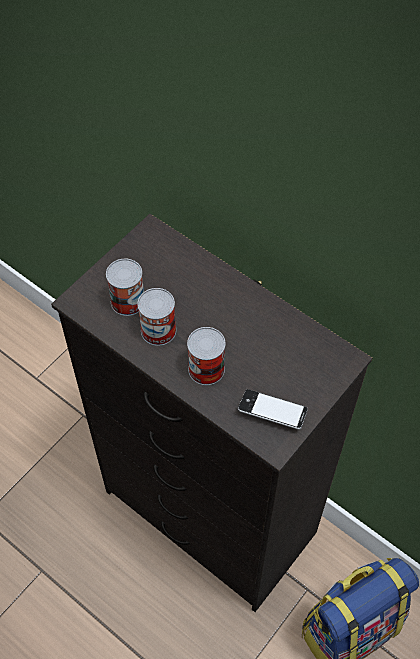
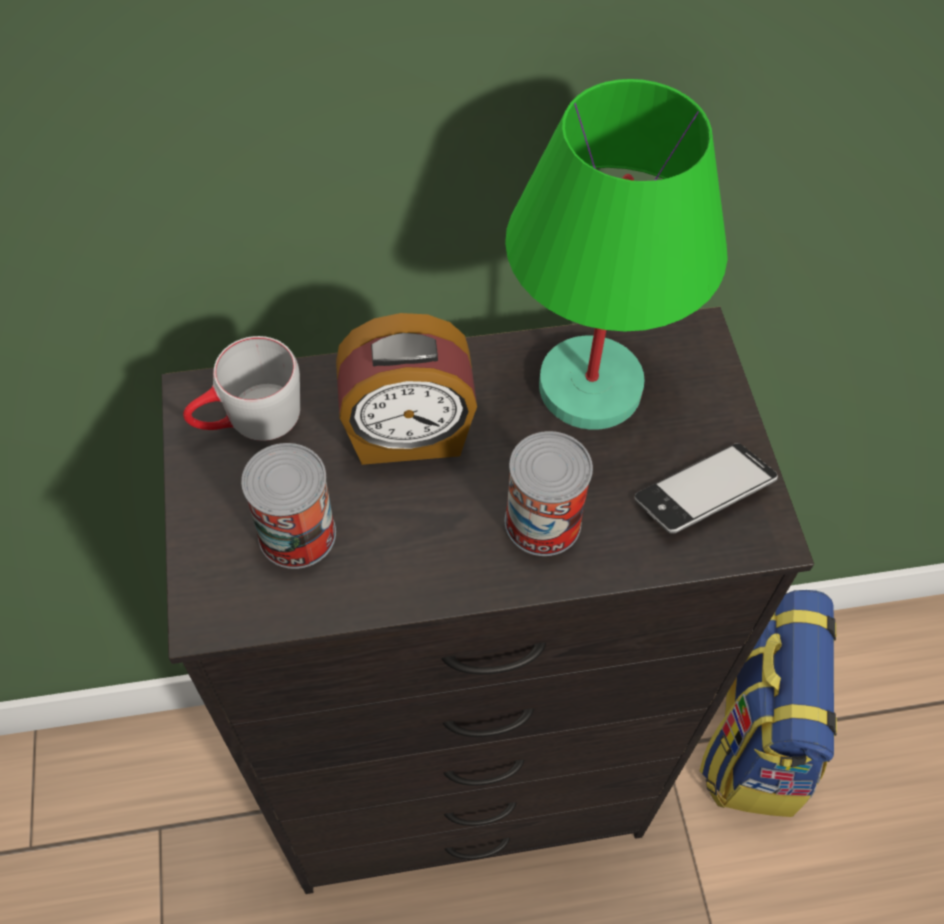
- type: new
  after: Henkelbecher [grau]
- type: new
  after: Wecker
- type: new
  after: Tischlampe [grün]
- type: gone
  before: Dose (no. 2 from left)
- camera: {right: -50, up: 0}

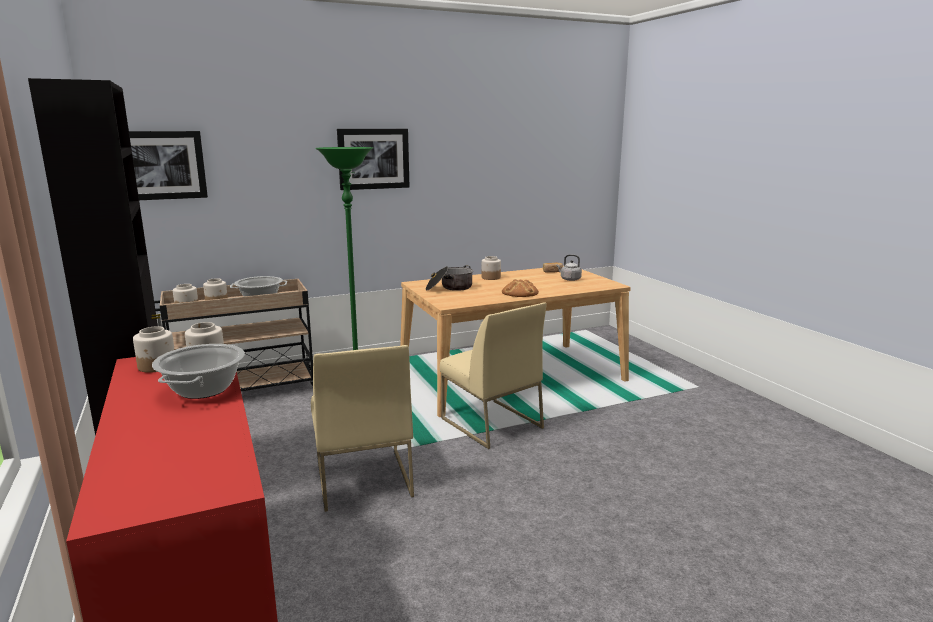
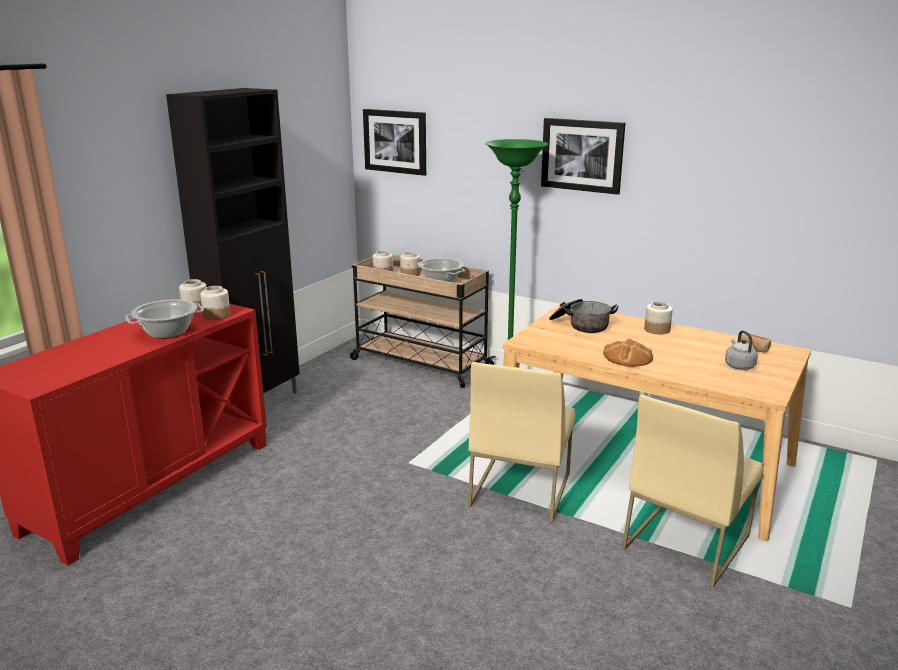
- type: shifted
  before: Stuhl [beige] (no. 1 from left in the first image)
  after: Stuhl [beige] (no. 2 from left)
- camera: {right: 55, up: 5}

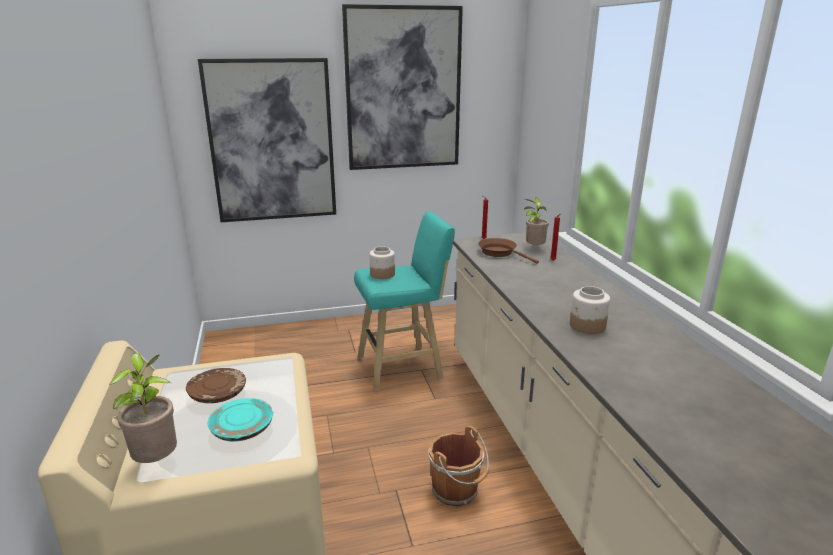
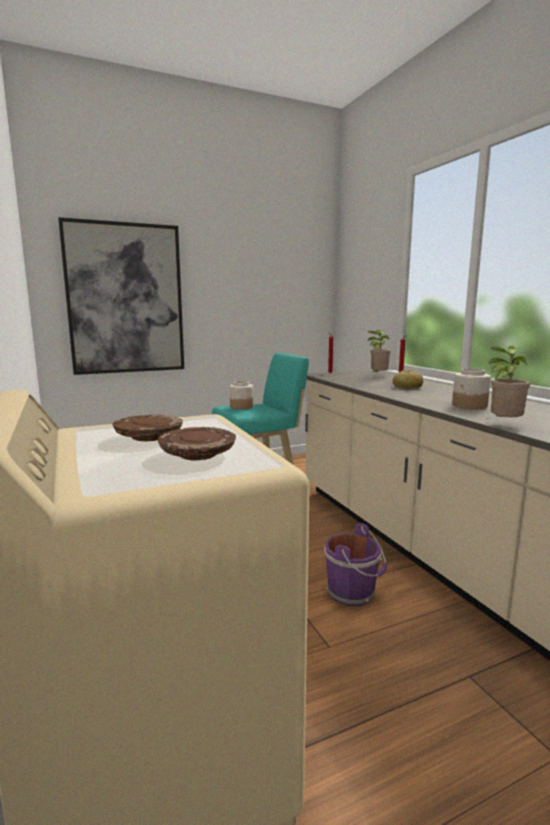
- type: repainted
  before: Teller [türkis]
  after: Teller [braun] (no. 2 from left)
- type: repainted
  before: Eimer [braun]
  after: Eimer [lila]
- type: new
  after: Brot
- type: shifted
  before: Topfpflanze (no. 1 from left in the first image)
  after: Topfpflanze (no. 2 from left)
- type: gone
  before: Bild (no. 2 from left)
- type: gone
  before: Pfanne [braun]
- camera: {right: -10, up: -10}

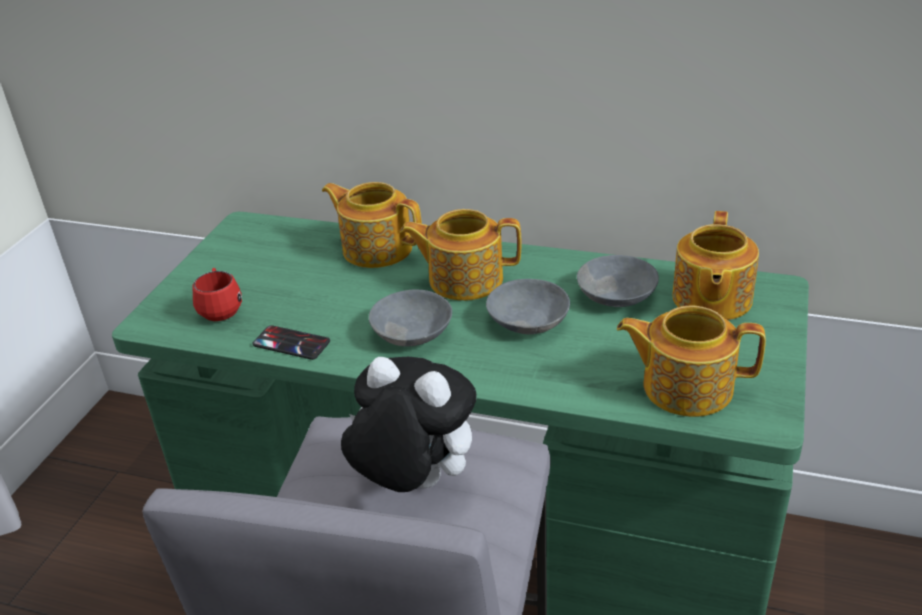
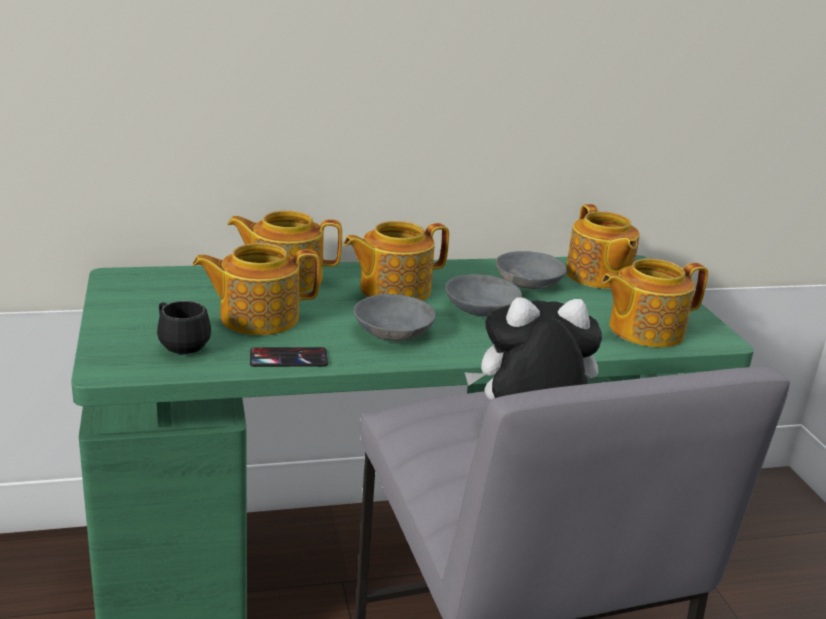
- type: repainted
  before: Henkelbecher [rot]
  after: Henkelbecher [schwarz]
- type: new
  after: Teekanne (no. 1 from left)
- camera: {right: -35, up: -10}

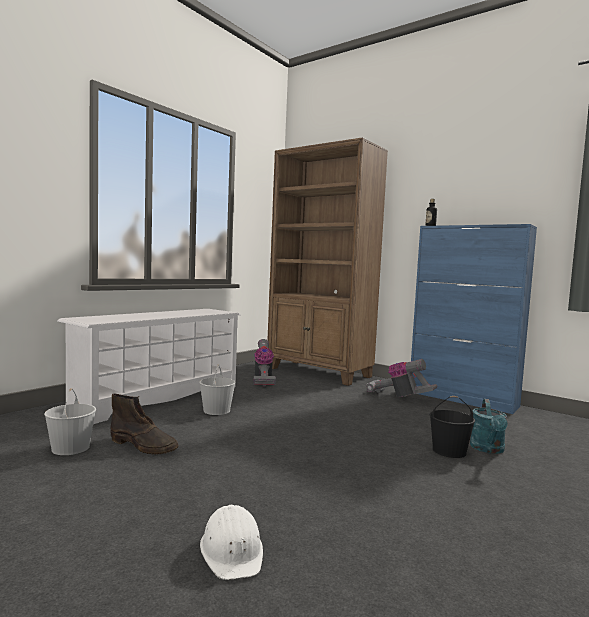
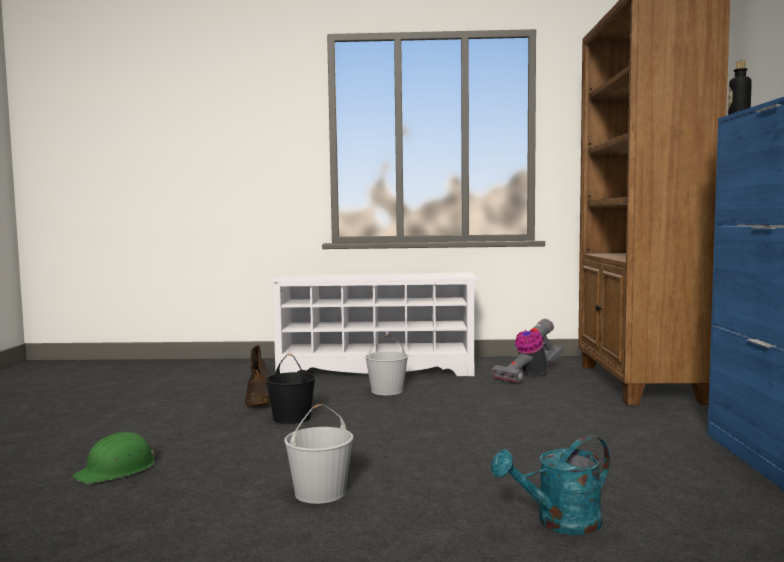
- type: repainted
  before: Schutzhelm [weiß]
  after: Schutzhelm [grün]
- type: shifted
  before: Eimer [schwarz]
- type: shifted
  before: Eimer [weiß] (no. 1 from left)
- type: gone
  before: Staubsauger (no. 2 from left)
- camera: {right: 55, up: 0}

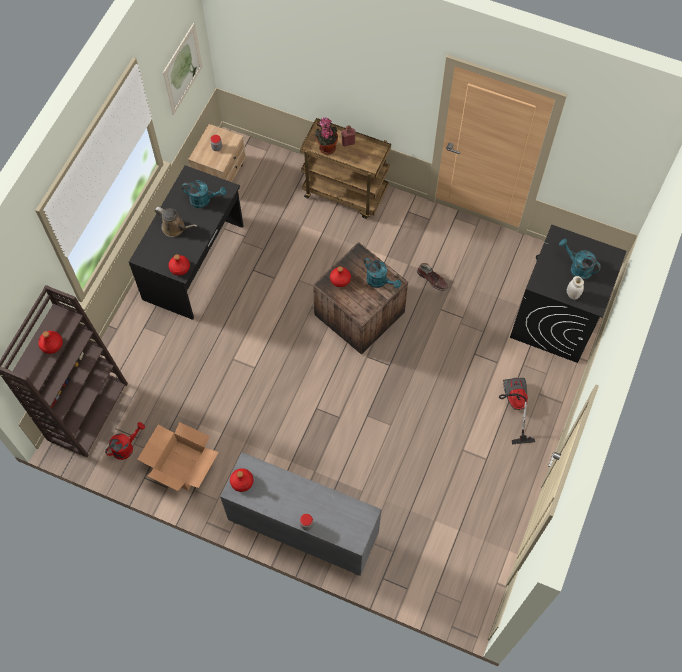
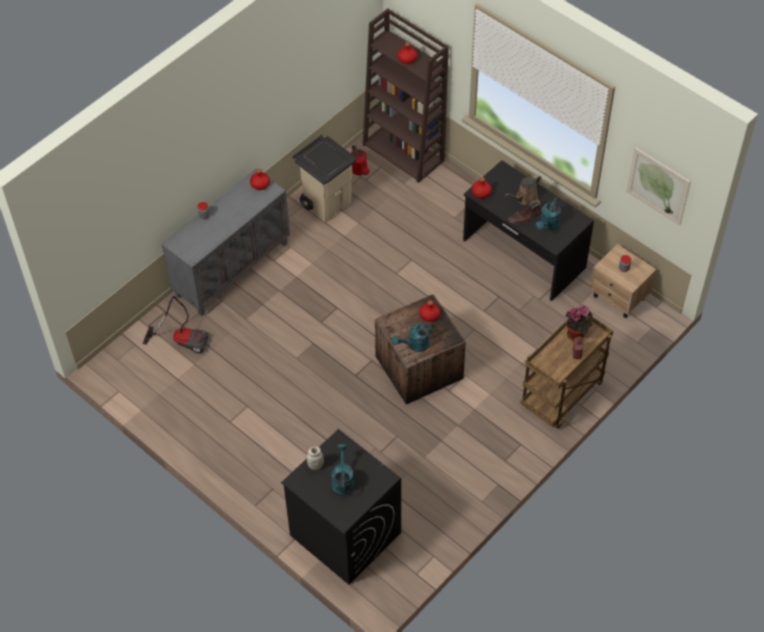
- type: shifted
  before: Staubsauger
- type: swapped
  before: Karton
  after: Mülleimer [beige]
- type: rotated
  before: Gießkanne [türkis] (no. 3 from left in the first image)
  turn: -60
- type: shifted
  before: Stiefel [braun]
- camera: {right: 110, up: -10}

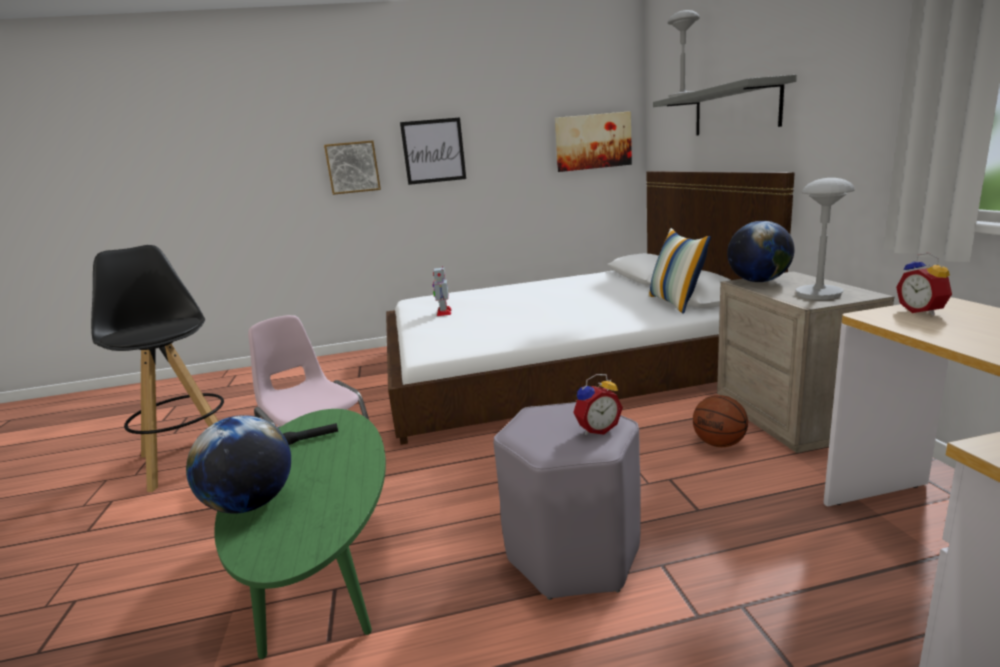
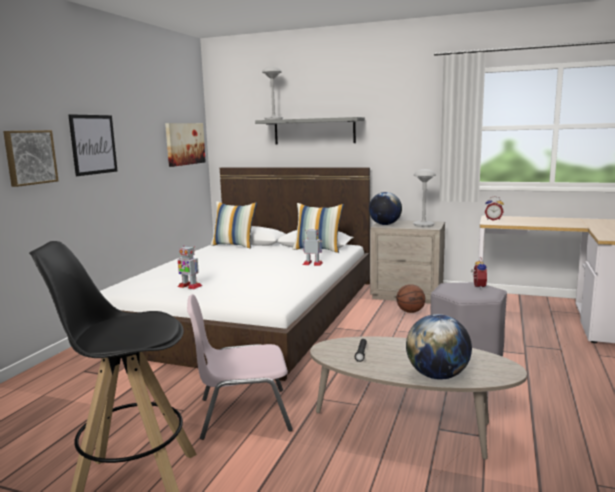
- type: new
  after: Kissen (no. 1 from left)
- type: new
  after: Spielzeugroboter (no. 2 from left)
- type: repainted
  before: Couchtisch [grün]
  after: Couchtisch [beige]
- camera: {right: -60, up: -5}

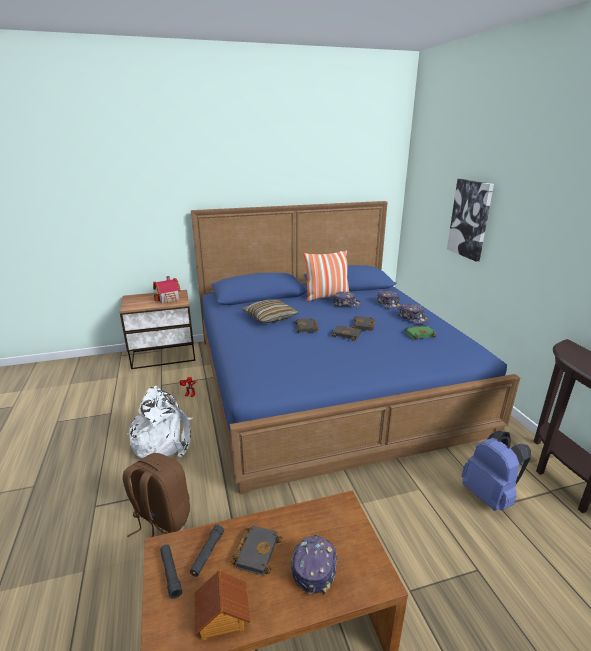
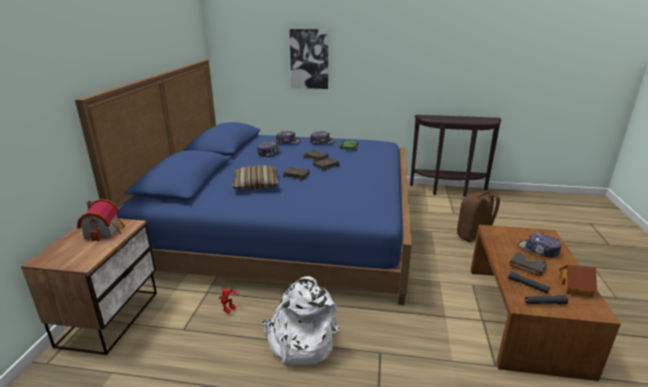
- type: shifted
  before: Rucksack [braun]
- type: gone
  before: Kissen (no. 2 from left)
- type: gone
  before: Rucksack [blau]
- camera: {right: -65, up: 0}

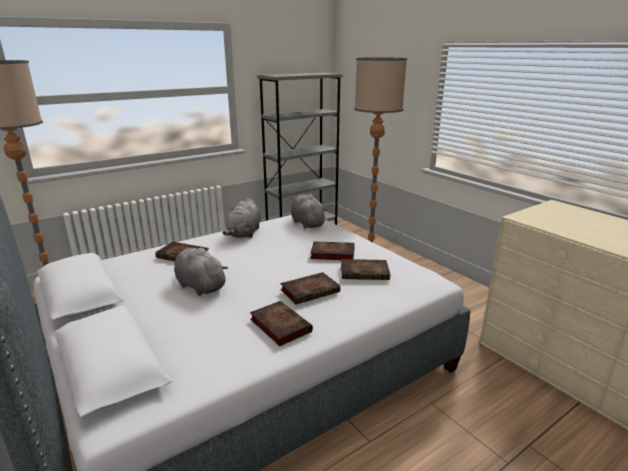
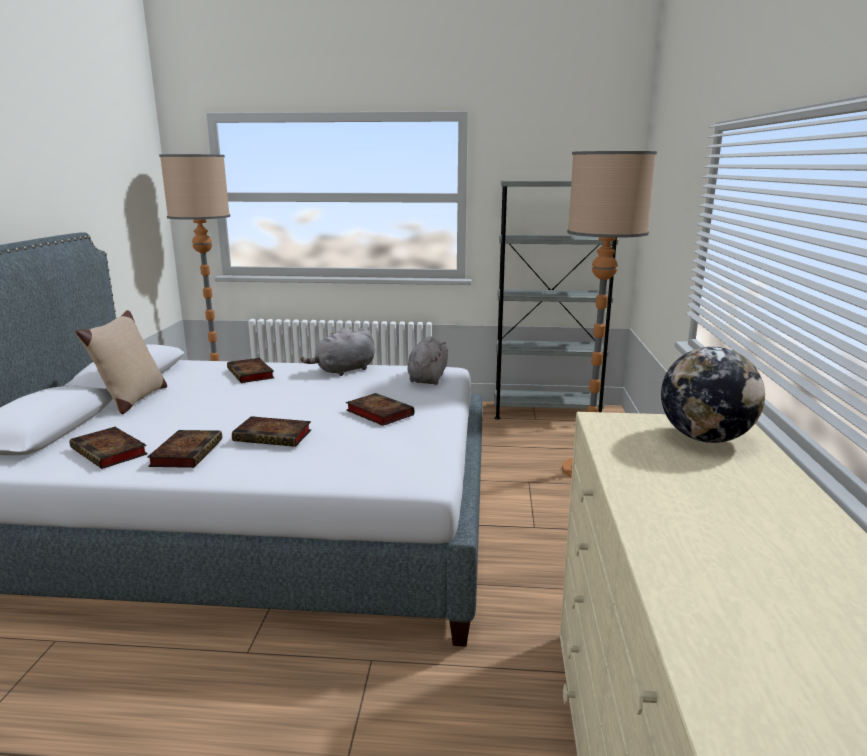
- type: shifted
  before: Buch (no. 5 from left in the first image)
  after: Buch (no. 1 from left)
- type: new
  after: Kissen [beige]
- type: new
  after: Globus
- type: gone
  before: Plüschtier [grau] (no. 1 from left)
- camera: {right: 40, up: -5}

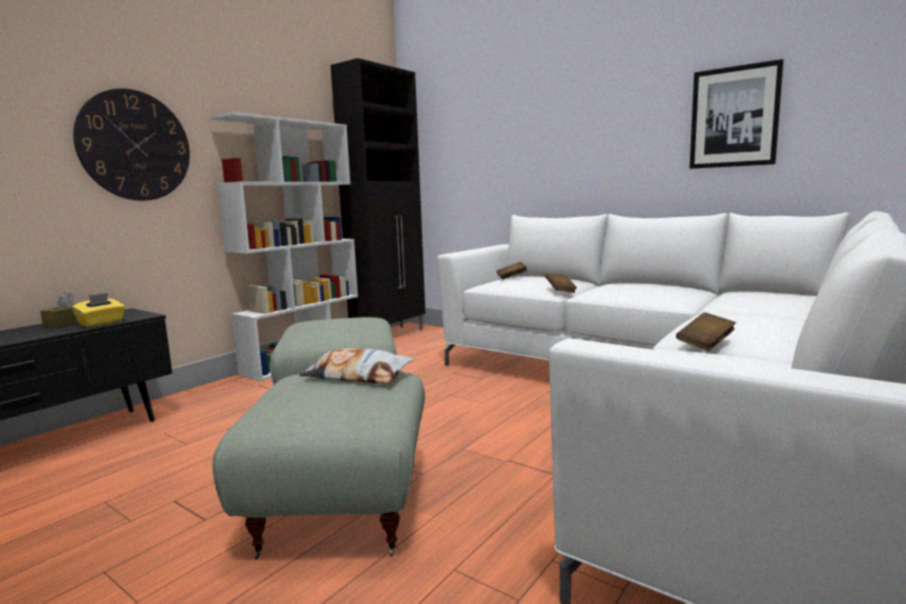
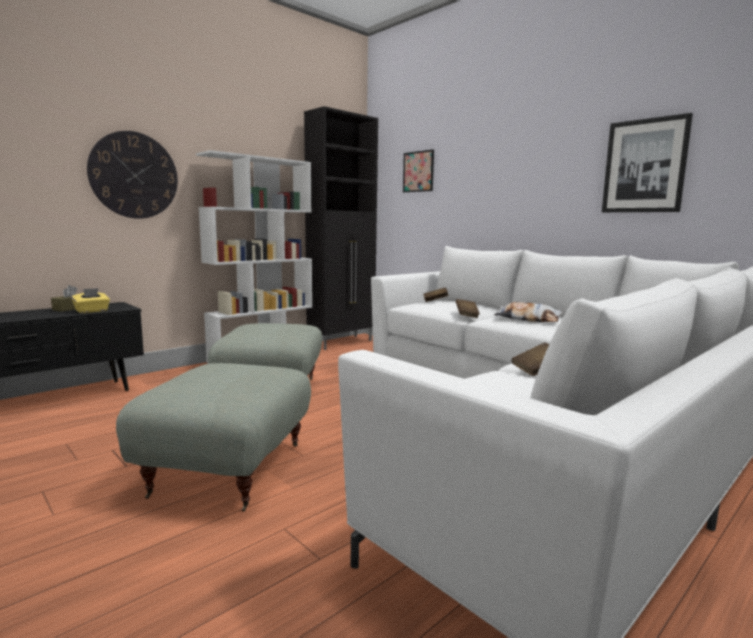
- type: new
  after: Bild (no. 1 from left)
- type: shifted
  before: Kissen
- camera: {right: 10, up: 0}

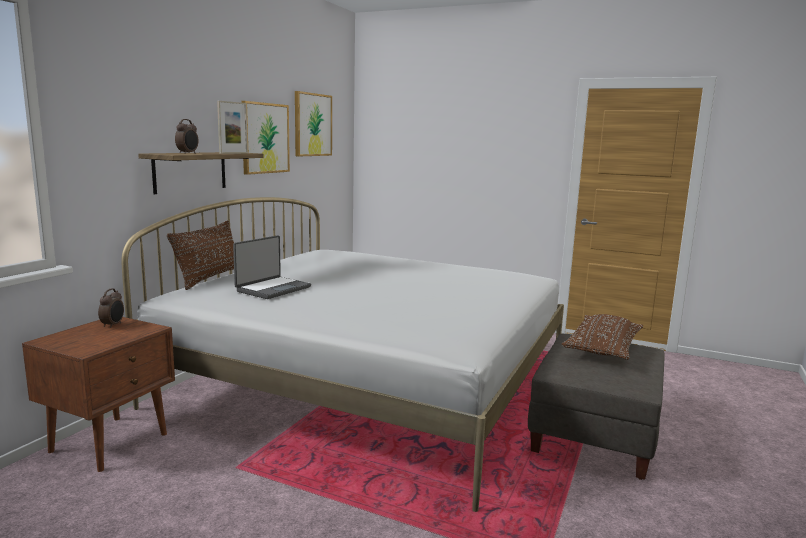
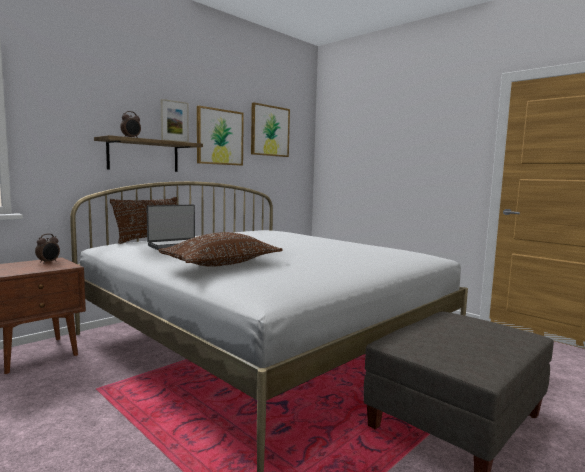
- type: shifted
  before: Kissen [braun] (no. 2 from left)
- camera: {right: 20, up: -5}

